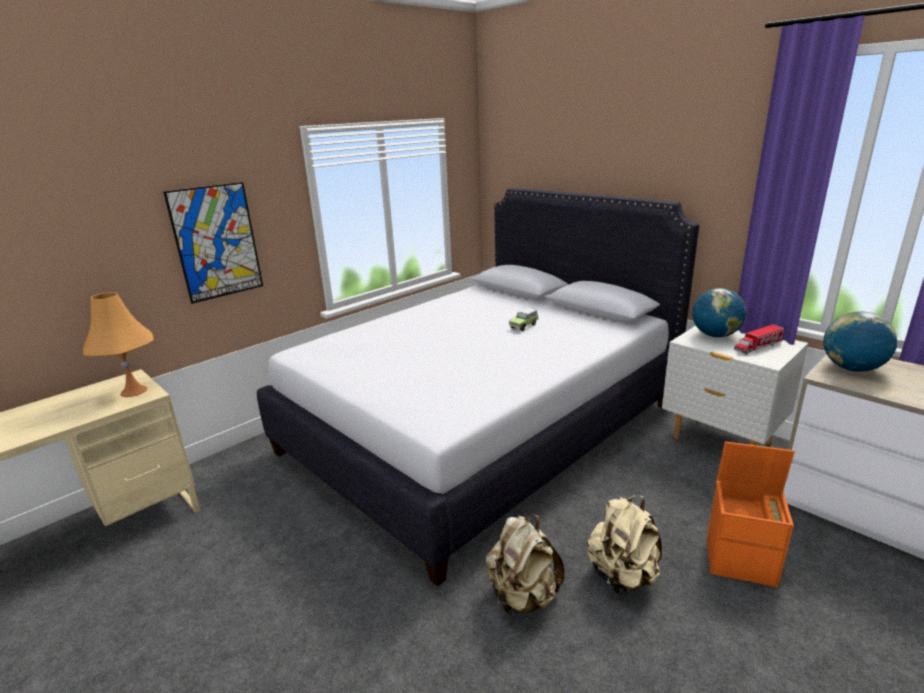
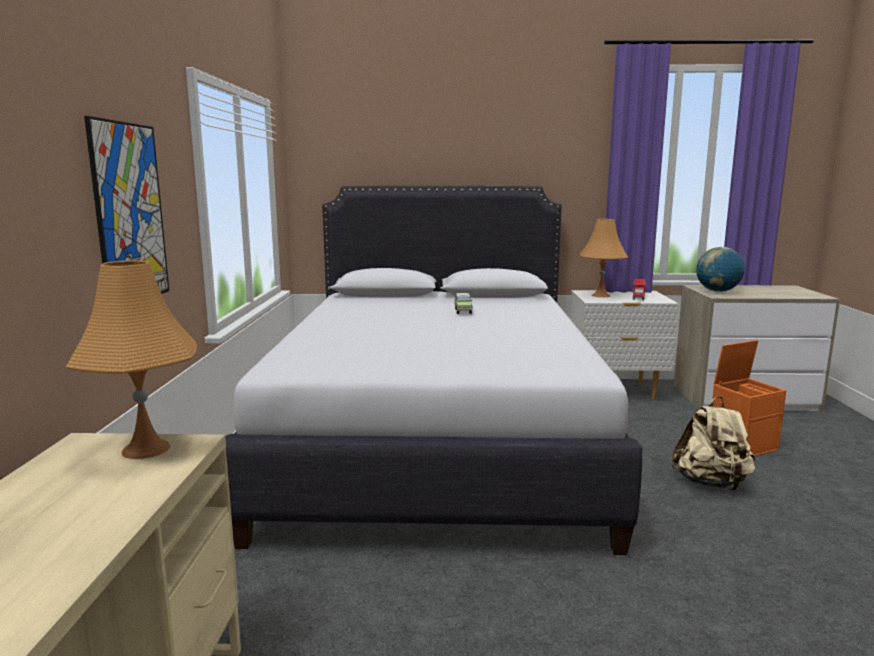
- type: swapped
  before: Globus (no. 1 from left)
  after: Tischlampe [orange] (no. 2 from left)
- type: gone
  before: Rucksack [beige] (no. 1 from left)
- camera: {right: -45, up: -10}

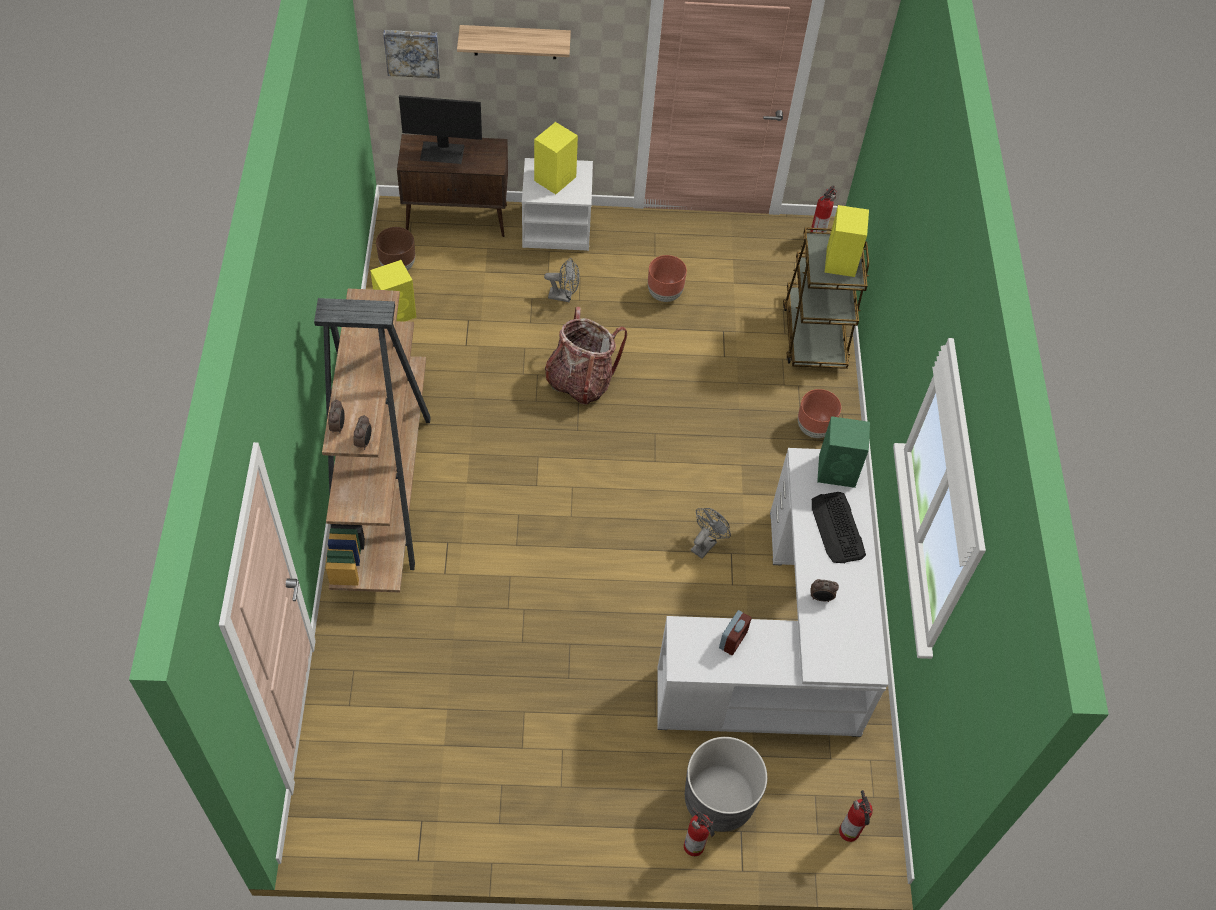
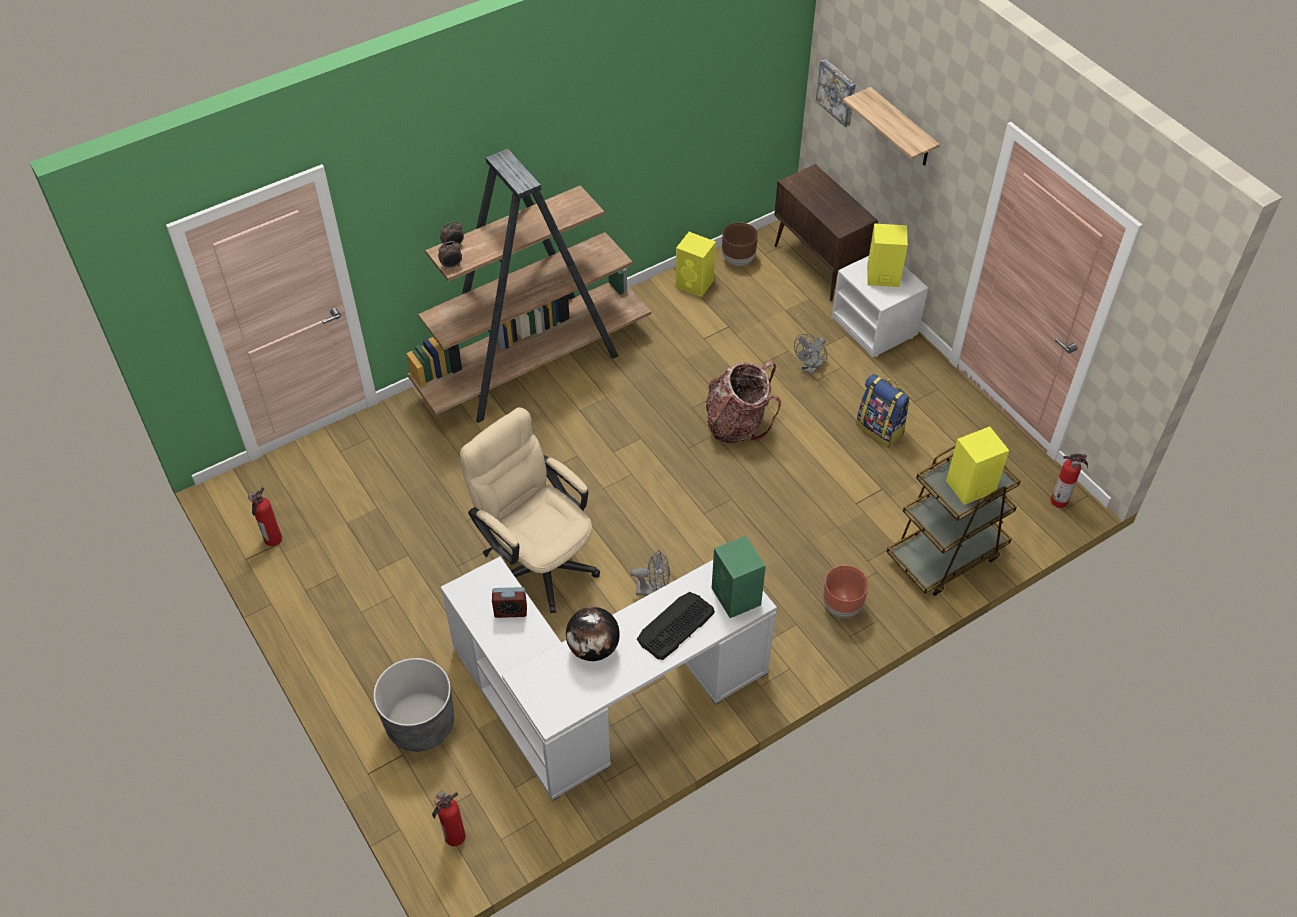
- type: shifted
  before: Feuerlöscher (no. 1 from left)
- type: new
  after: Bürostuhl [beige]
- type: swapped
  before: Wecker (no. 4 from left)
  after: Globus
- type: rotated
  before: Ventilator [grau] (no. 1 from left in the first image)
  turn: 60
- type: swapped
  before: Pflanzkübel [braun] (no. 2 from left)
  after: Rucksack (no. 2 from left)
- type: gone
  before: Monitor
- camera: {right: 60, up: -5}

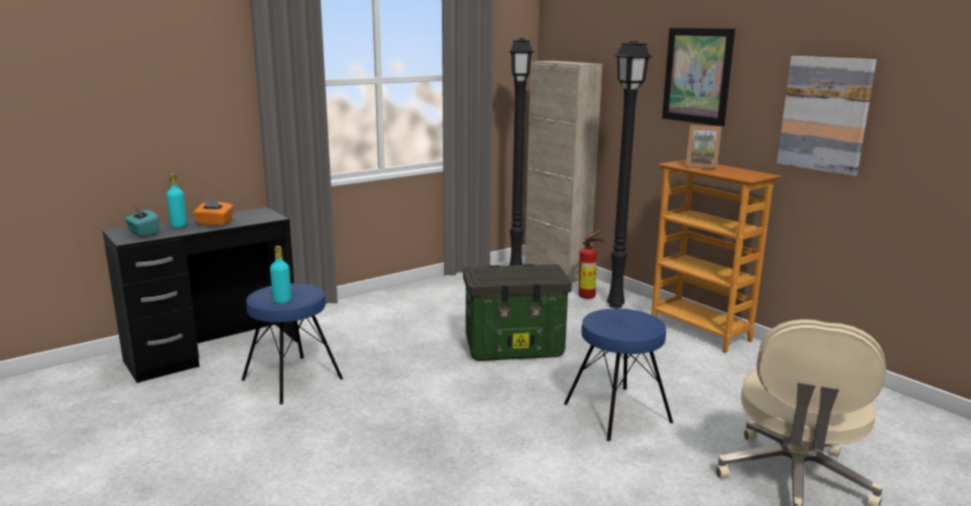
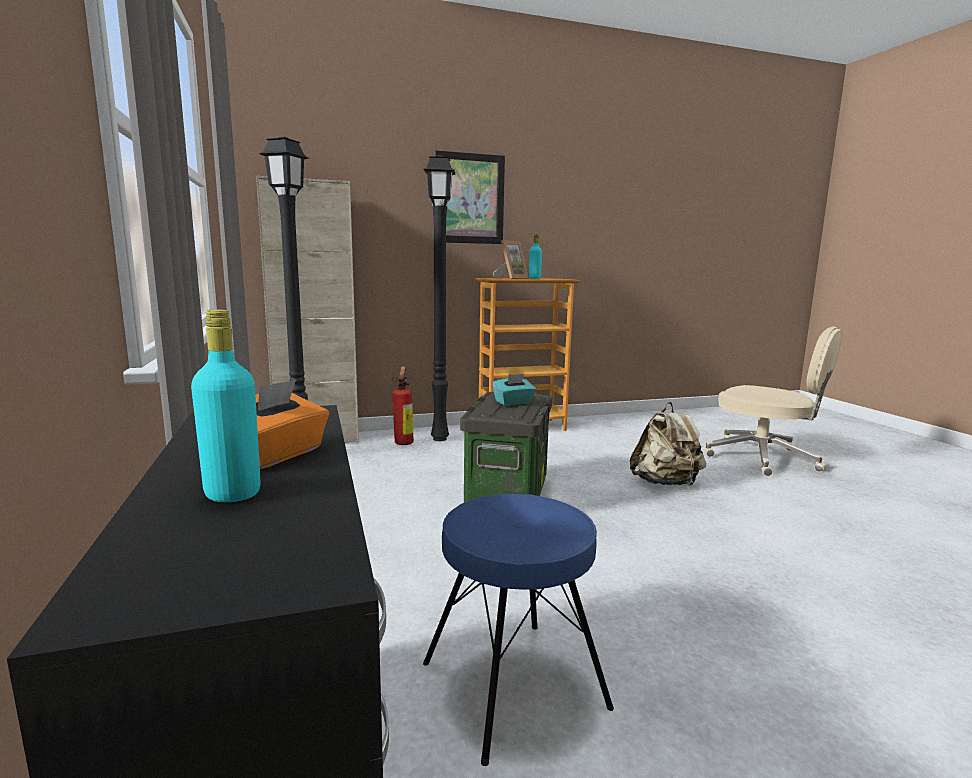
- type: shifted
  before: Taschentuchbox [türkis]
- type: shifted
  before: Flasche [türkis] (no. 2 from left)
- type: swapped
  before: Hocker [blau] (no. 2 from left)
  after: Rucksack [beige]
- type: gone
  before: Bild (no. 2 from left)
- camera: {right: -70, up: -5}

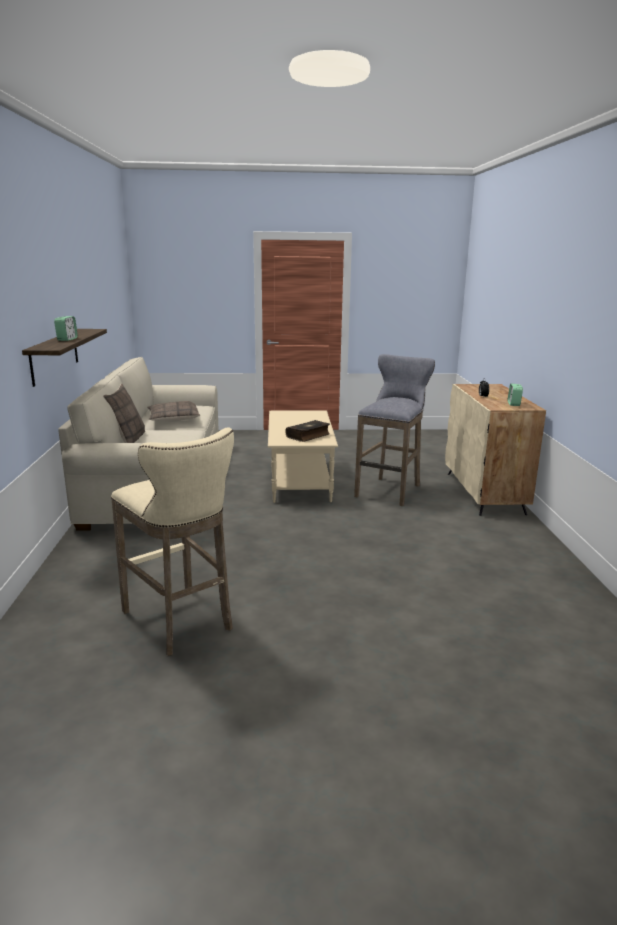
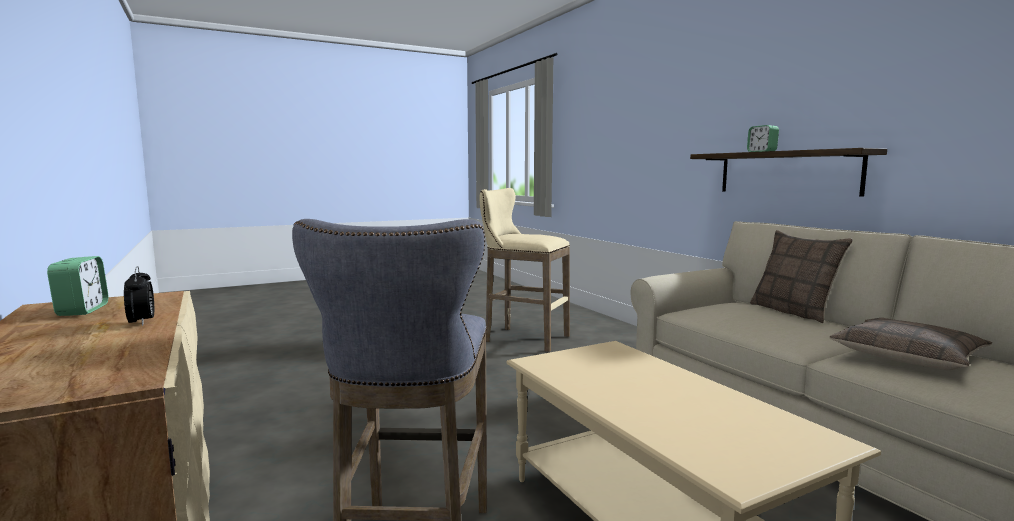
- type: gone
  before: Buch
- camera: {right: 155, up: -10}

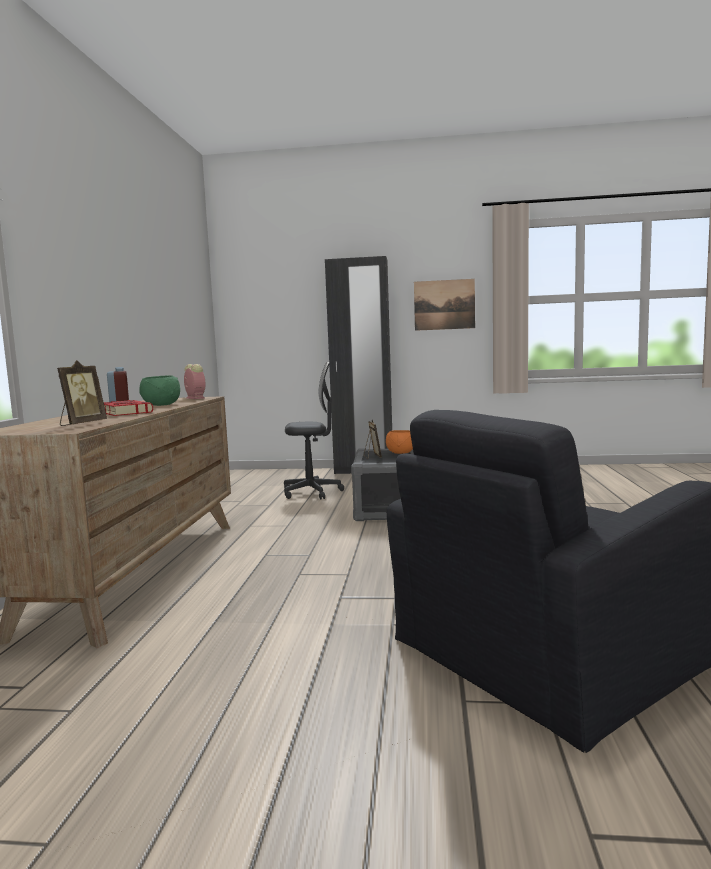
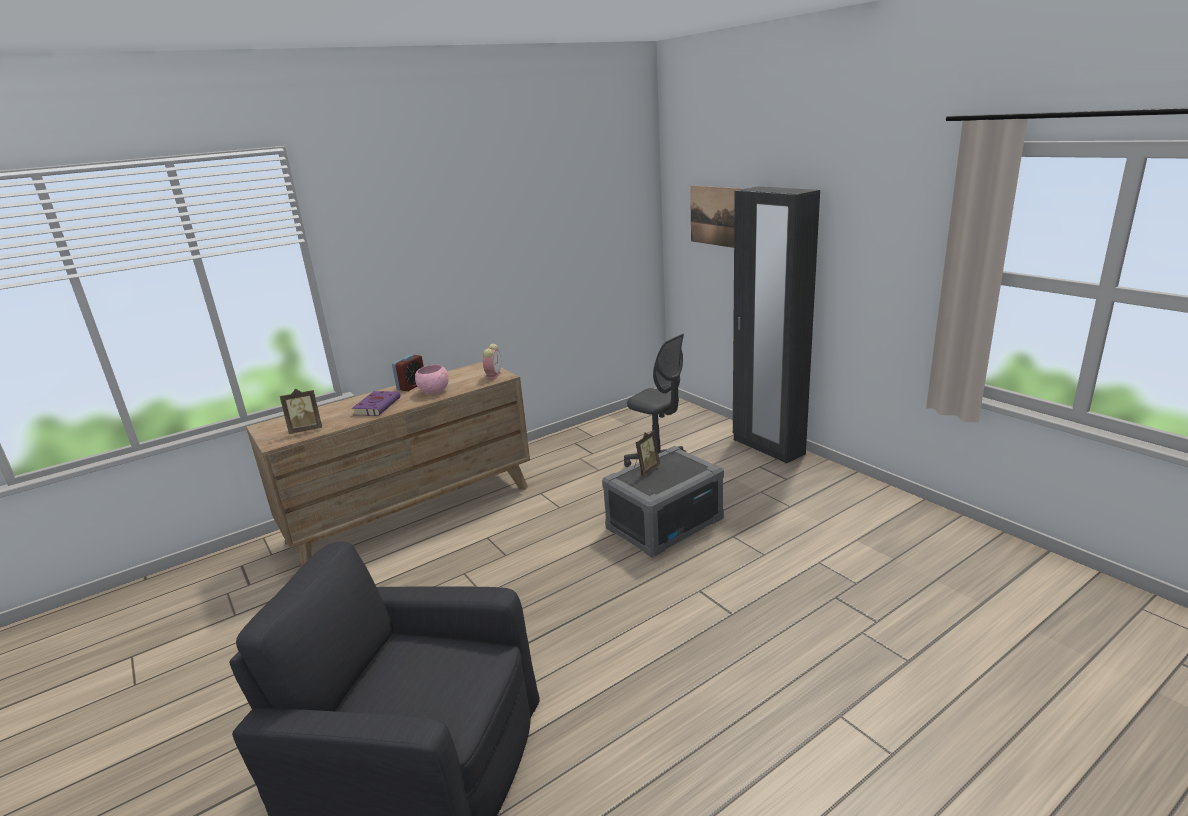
- type: repainted
  before: Buch [rot]
  after: Buch [lila]
- type: repainted
  before: Schüssel [grün]
  after: Schüssel [rosa]
- type: shifted
  before: Bild
- type: gone
  before: Schüssel [orange]
- camera: {right: 50, up: 15}

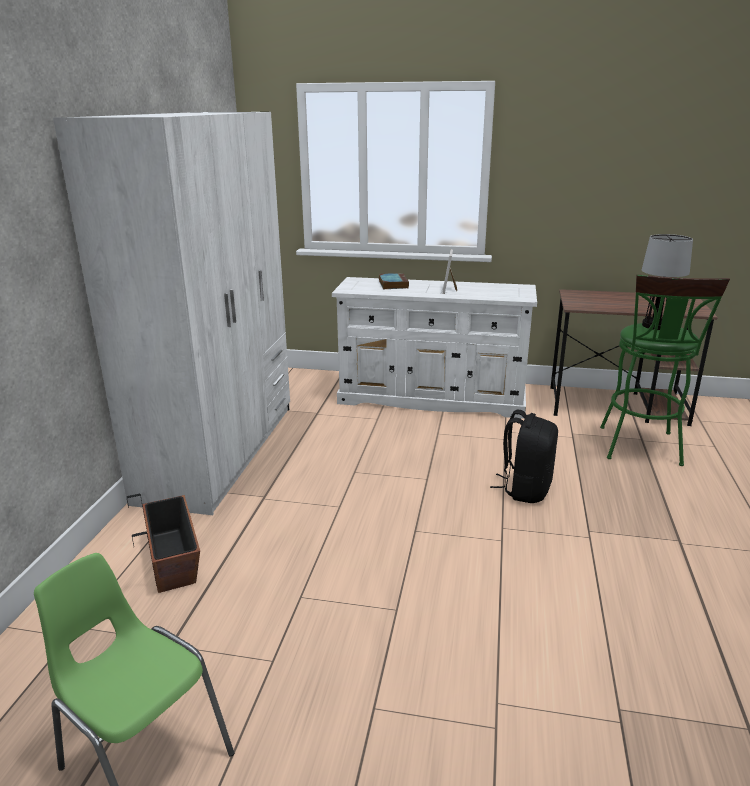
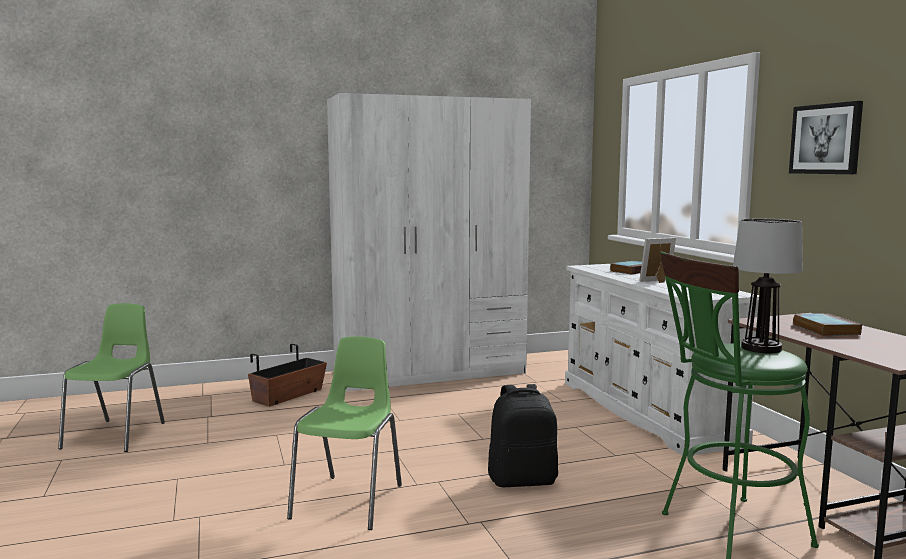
- type: new
  after: Stuhl [grün] (no. 2 from left)
- type: new
  after: Bild
- type: new
  after: Buch (no. 2 from left)
- camera: {right: 60, up: -15}

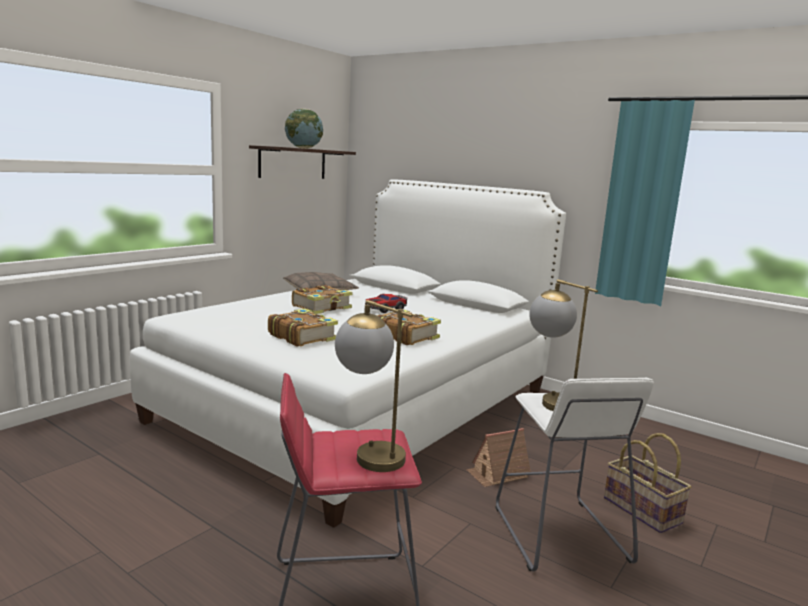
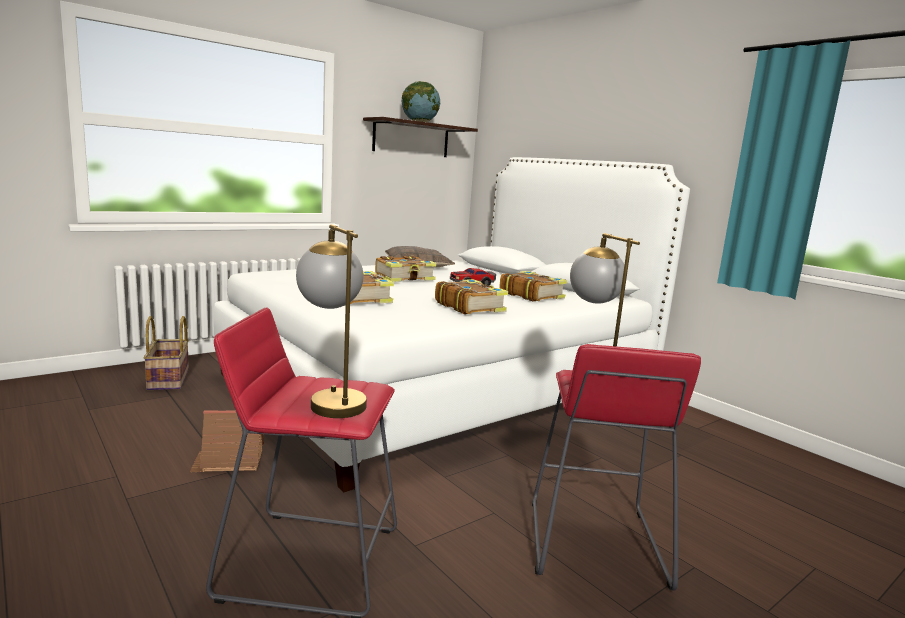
- type: shifted
  before: Korb
- type: shifted
  before: Spielzeughaus
- type: new
  after: Buch (no. 4 from left)
- type: repainted
  before: Hocker [weiß]
  after: Hocker [rot] (no. 2 from left)
- camera: {right: 15, up: 0}

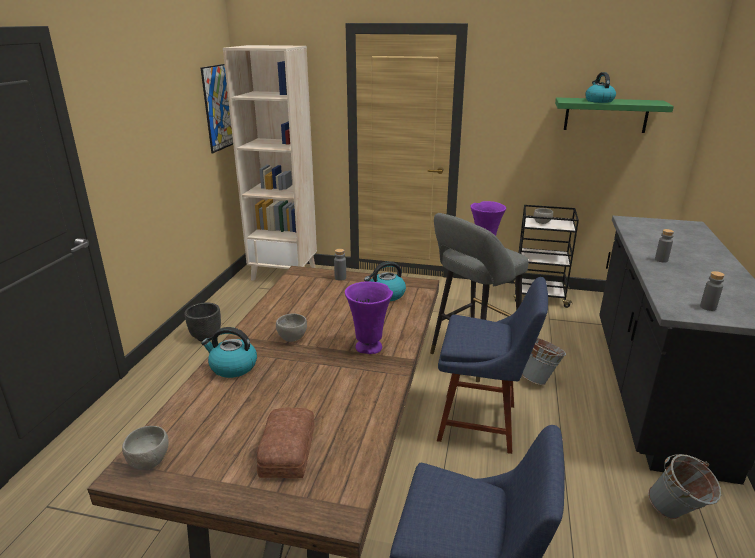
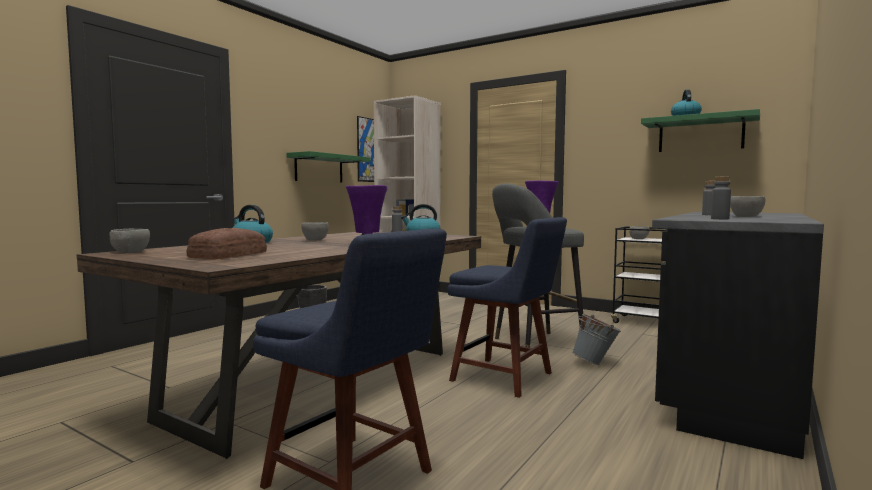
- type: new
  after: Wandregal [grün] (no. 1 from left)
- type: new
  after: Schüssel [grau] (no. 4 from left)
- type: gone
  before: Eimer [grau] (no. 2 from left)
- camera: {right: 20, up: -20}

